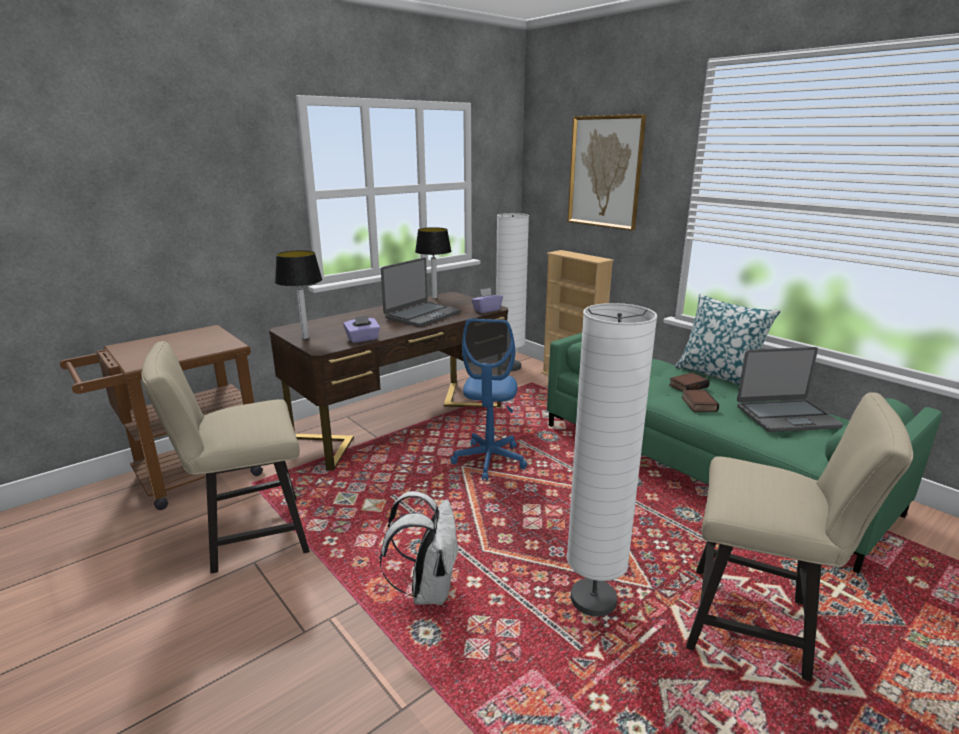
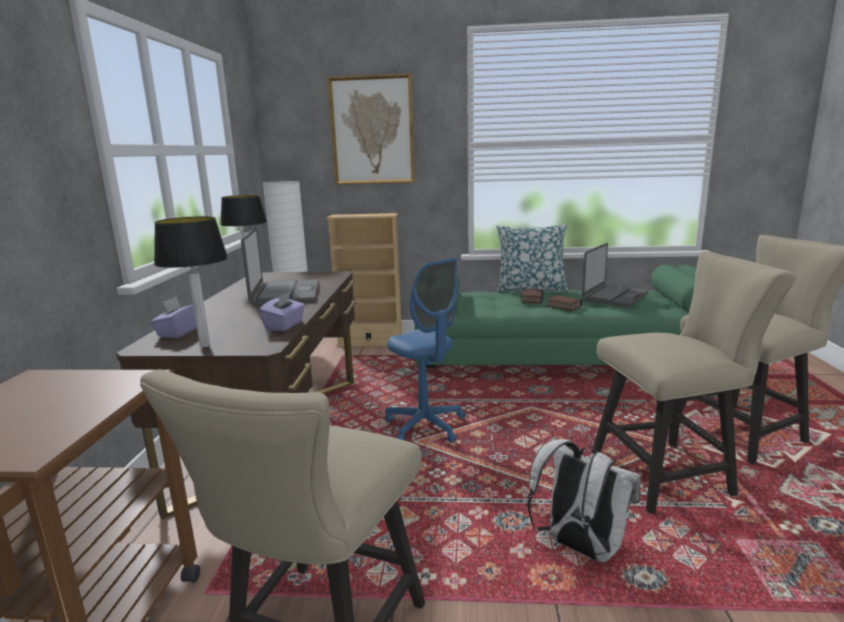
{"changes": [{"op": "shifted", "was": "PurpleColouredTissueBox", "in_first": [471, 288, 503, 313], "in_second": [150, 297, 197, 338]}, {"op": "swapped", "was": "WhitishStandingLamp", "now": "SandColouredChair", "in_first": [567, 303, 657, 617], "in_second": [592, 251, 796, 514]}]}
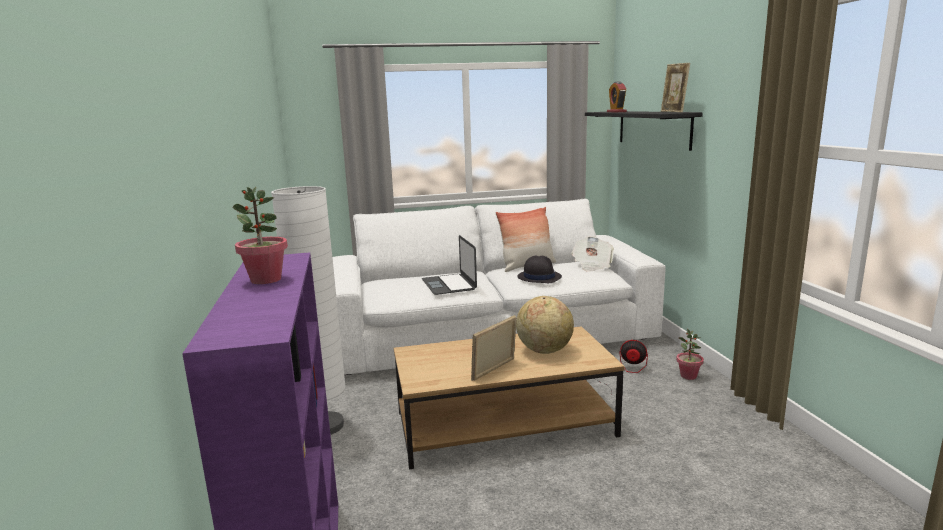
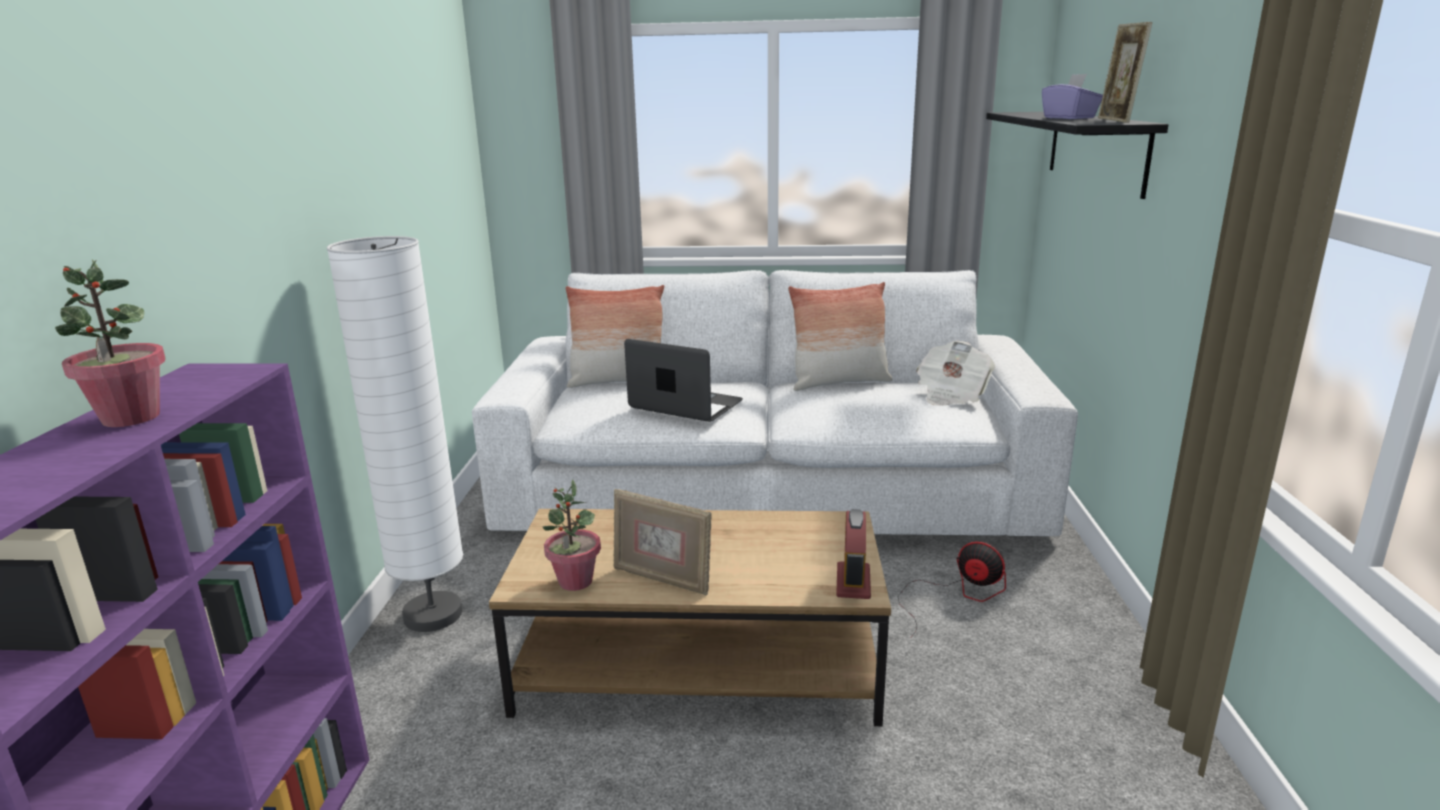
{"changes": [{"op": "shifted", "was": "BedsideClock", "in_first": [607, 81, 627, 112], "in_second": [836, 509, 871, 599]}, {"op": "rotated", "was": "PortableComputer", "in_first": [422, 235, 477, 295], "in_second": [624, 339, 743, 422], "clockwise": 120}, {"op": "gone", "was": "BlackColouredClothingHat", "in_first": [517, 256, 562, 283]}, {"op": "gone", "was": "WorldGlobe", "in_first": [516, 296, 574, 354]}, {"op": "rotated", "was": "StandingFrame", "in_first": [471, 315, 517, 381], "in_second": [613, 489, 712, 595], "clockwise": -120}, {"op": "shifted", "was": "PottedPlant", "in_first": [676, 329, 704, 380], "in_second": [543, 480, 601, 591]}, {"op": "new", "now": "PurpleColouredTissueBox", "in_second": [1042, 74, 1103, 119]}, {"op": "new", "now": "Cushion", "in_second": [565, 285, 664, 388]}]}
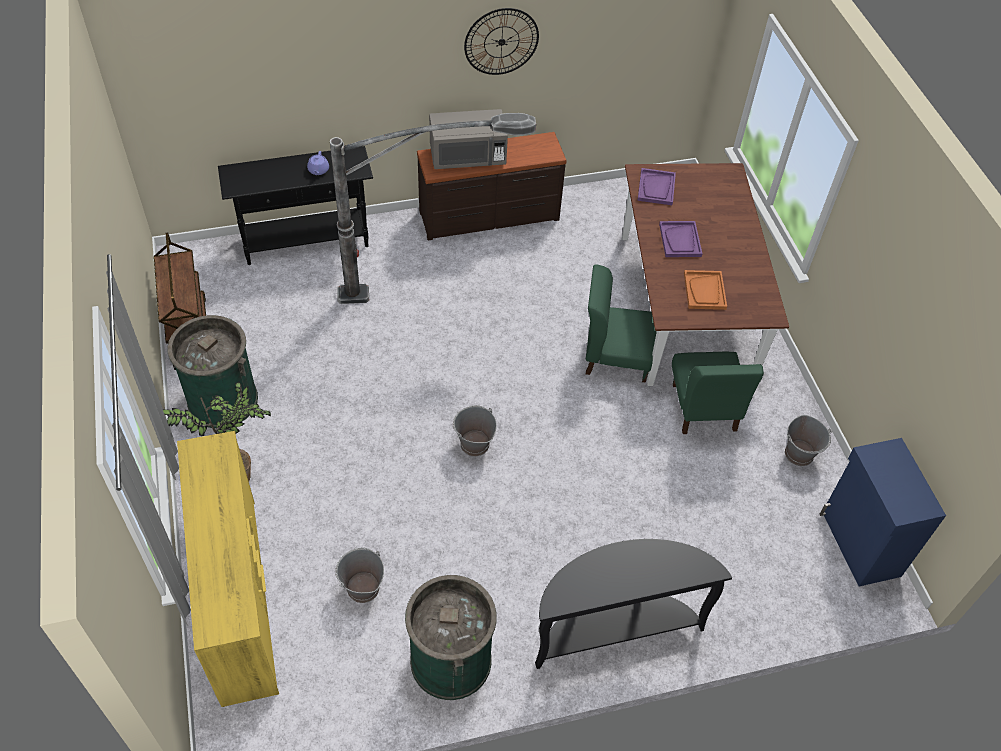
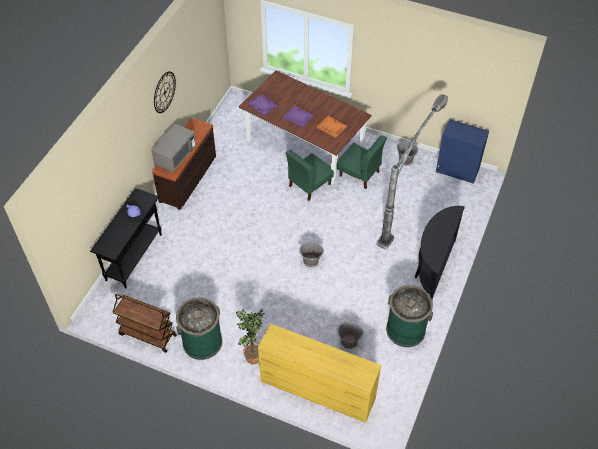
{"changes": [{"op": "shifted", "was": "StandingLamp", "in_first": [330, 113, 536, 304], "in_second": [377, 94, 448, 249]}]}
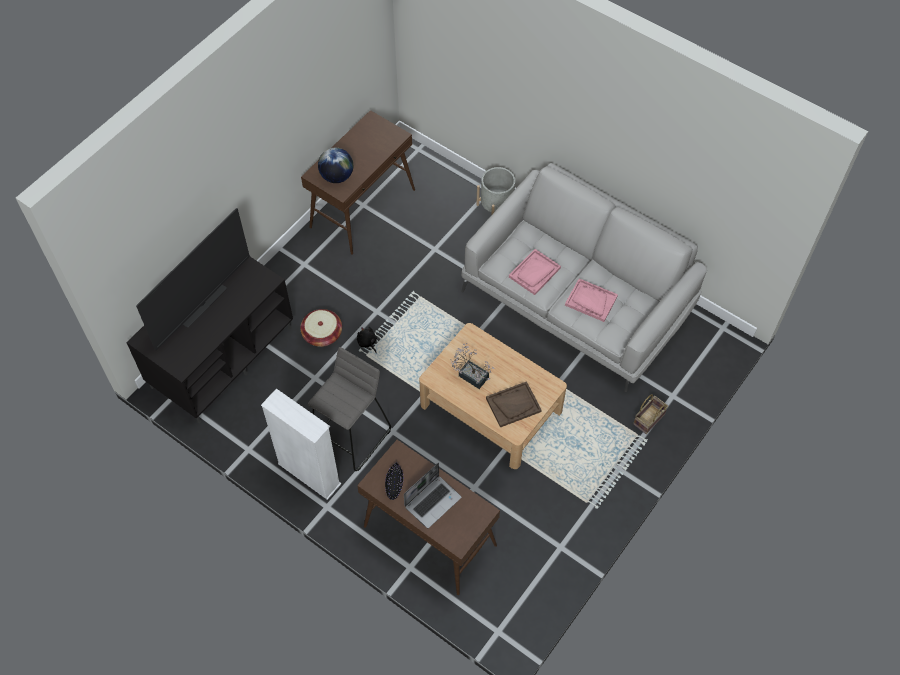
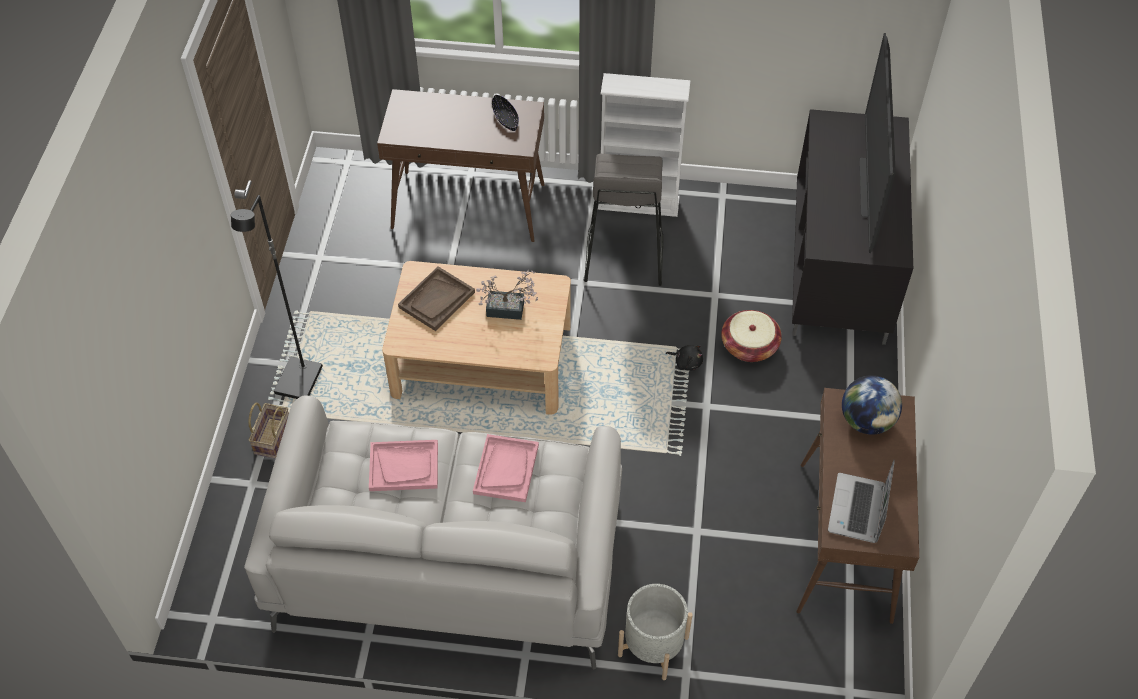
{"changes": [{"op": "shifted", "was": "PortableComputer", "in_first": [404, 463, 461, 528], "in_second": [828, 460, 895, 543]}, {"op": "new", "now": "BlackColouredStandingLamp", "in_second": [231, 195, 323, 399]}]}
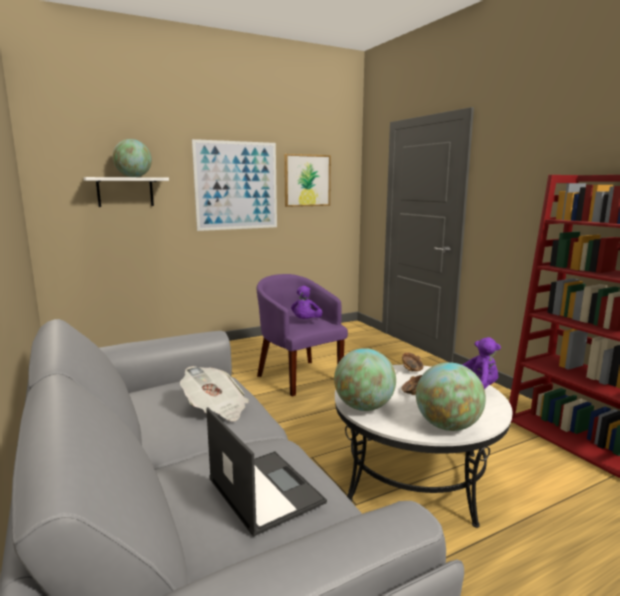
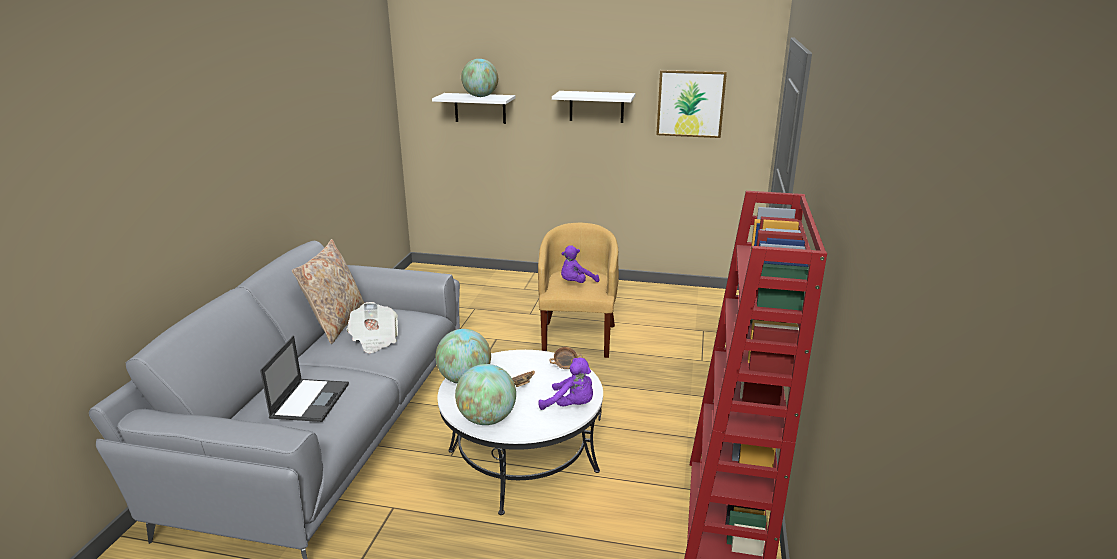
{"changes": [{"op": "swapped", "was": "Picture", "now": "WhitishShelf", "in_first": [192, 139, 277, 231], "in_second": [552, 91, 635, 123]}, {"op": "repainted", "was": "PurpleColouredLoungeChair", "now": "YellowLoungeChair", "in_first": [257, 274, 348, 397], "in_second": [538, 223, 619, 358]}, {"op": "new", "now": "SandColouredCushion", "in_second": [292, 239, 364, 344]}]}
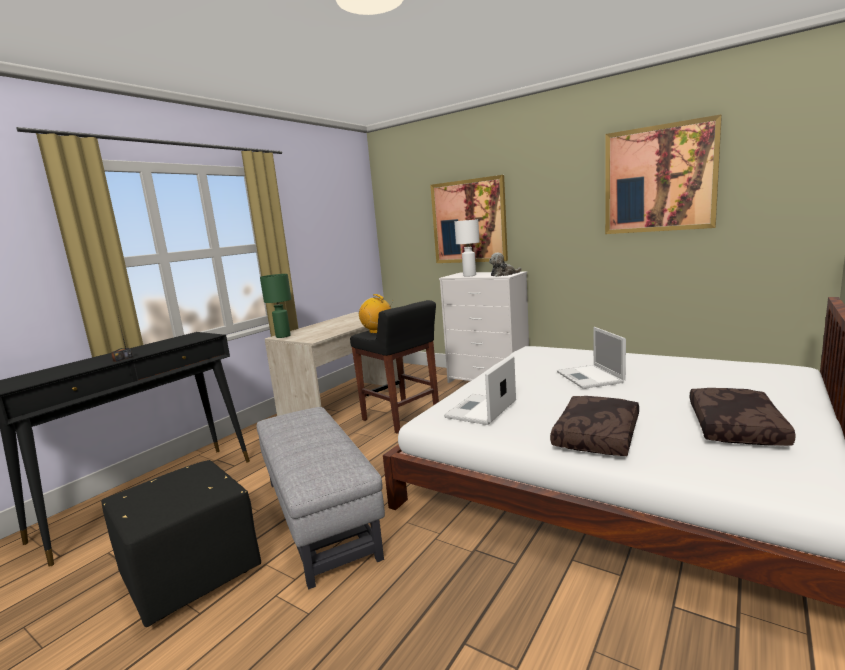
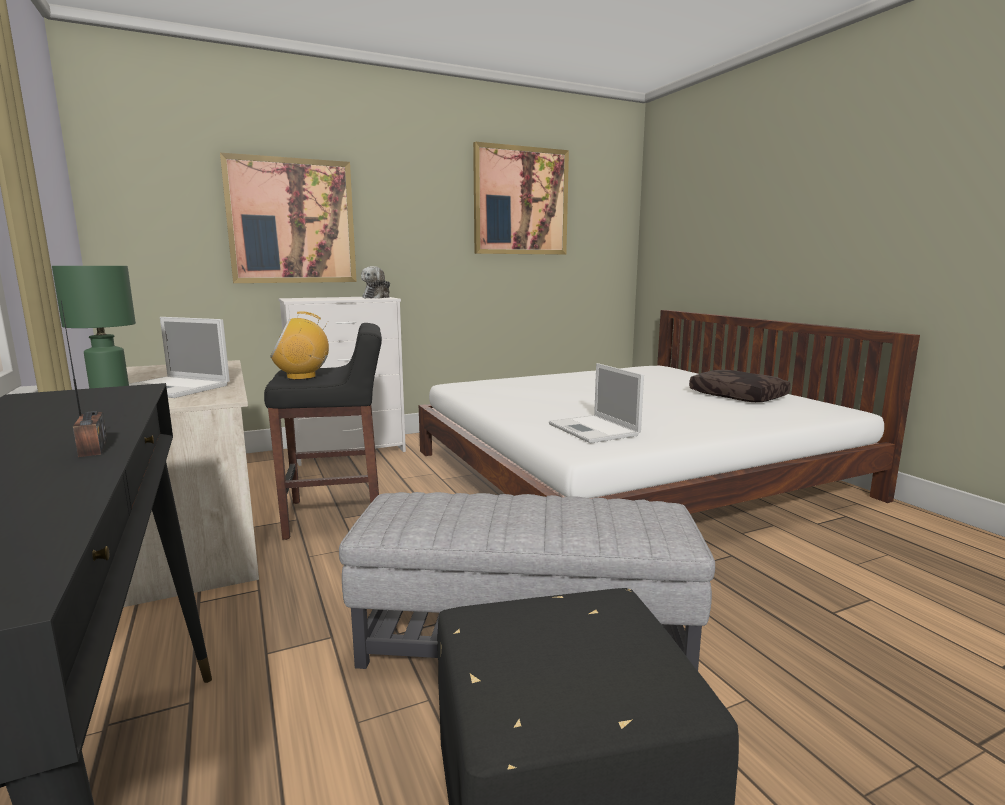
{"changes": [{"op": "gone", "was": "WhitishTabletopLamp", "in_first": [454, 219, 480, 277]}, {"op": "shifted", "was": "PortableComputer", "in_first": [557, 327, 626, 389], "in_second": [129, 317, 230, 398]}, {"op": "gone", "was": "BrownCushion", "in_first": [550, 396, 639, 456]}]}
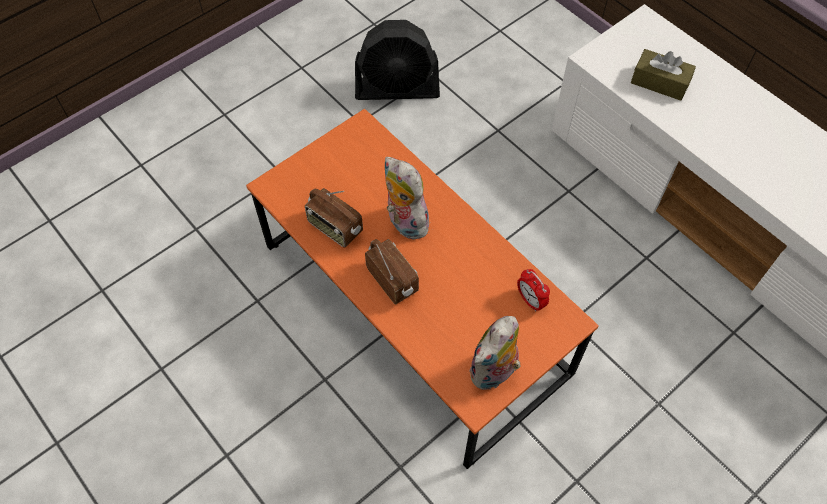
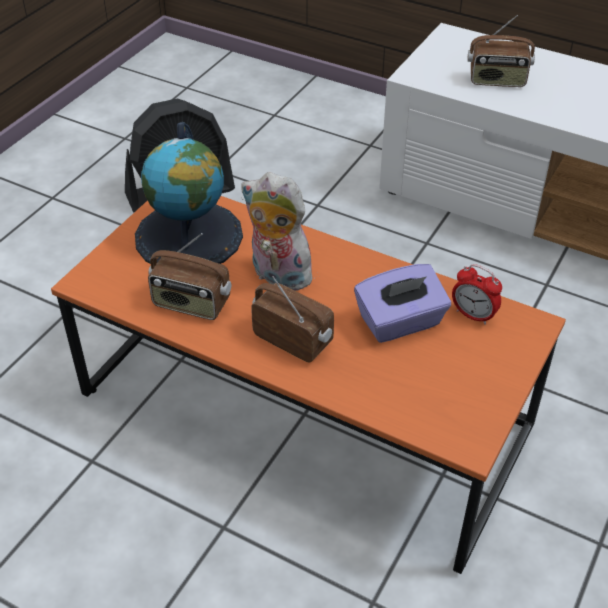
{"changes": [{"op": "swapped", "was": "BrownTissueBox", "now": "Radio", "in_first": [631, 49, 696, 101], "in_second": [467, 15, 535, 87]}, {"op": "gone", "was": "CuddlyToy", "in_first": [469, 316, 521, 391]}, {"op": "new", "now": "WorldGlobe", "in_second": [135, 122, 243, 264]}, {"op": "new", "now": "PurpleColouredTissueBox", "in_second": [354, 264, 451, 343]}]}
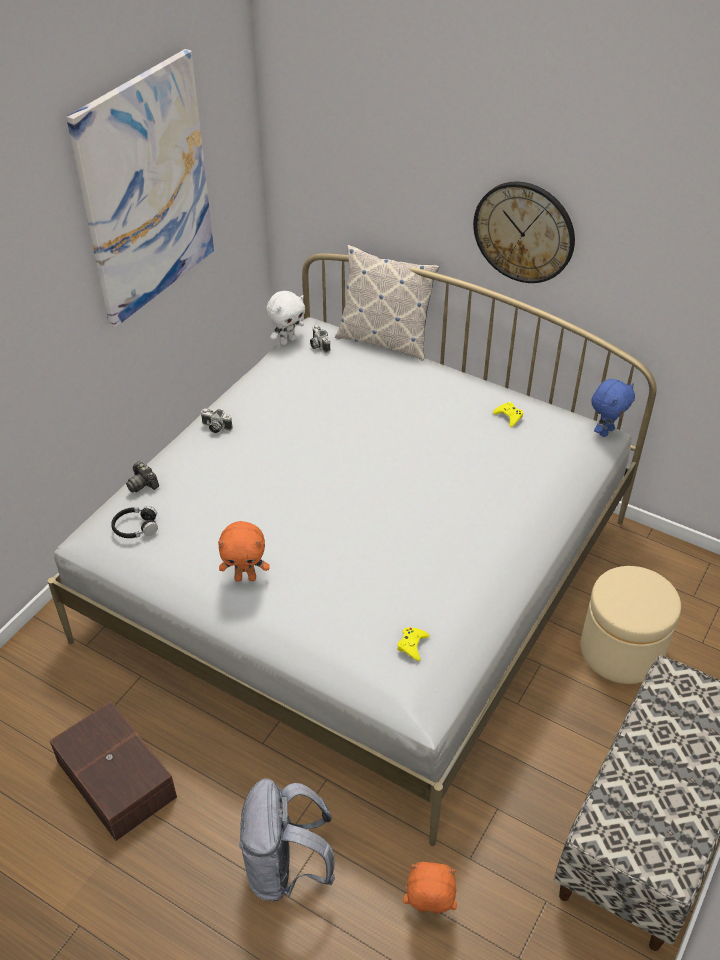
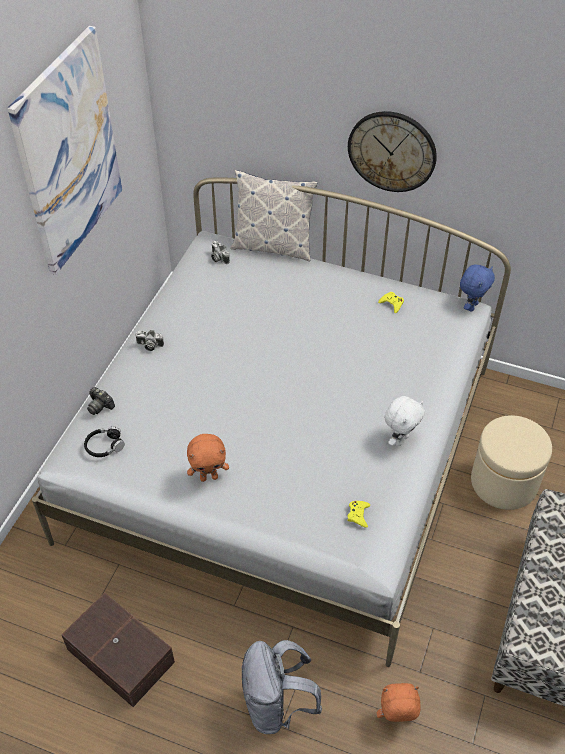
{"changes": [{"op": "shifted", "was": "WhitishCuddlyToy", "in_first": [266, 291, 305, 345], "in_second": [384, 396, 425, 446]}]}
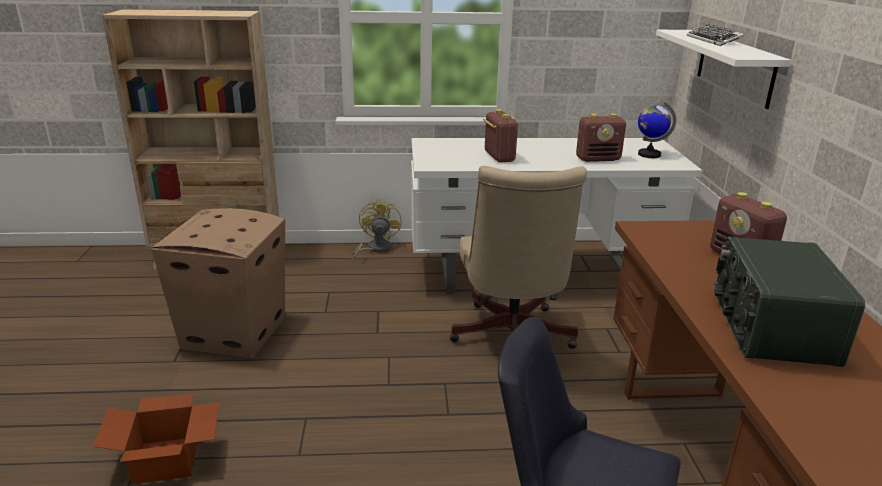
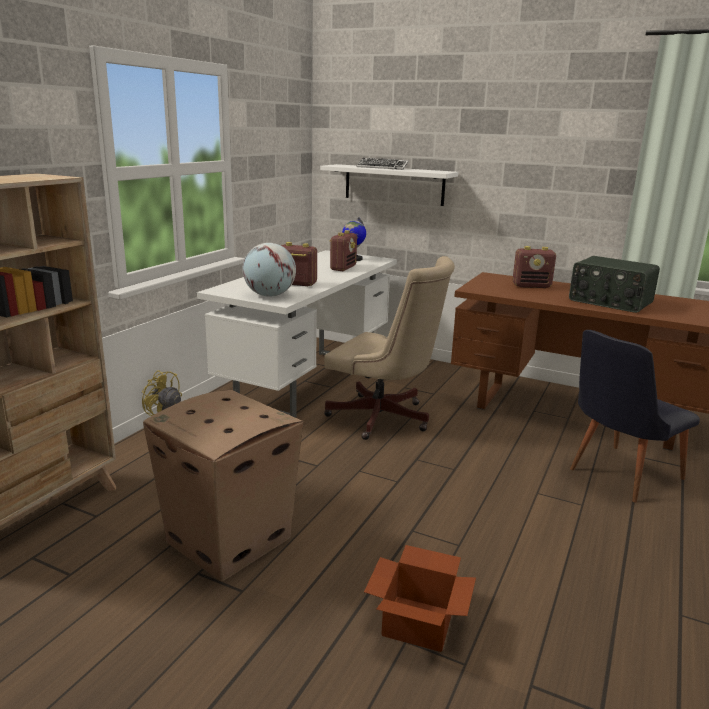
{"changes": [{"op": "new", "now": "WorldGlobe", "in_second": [243, 243, 296, 297]}]}
